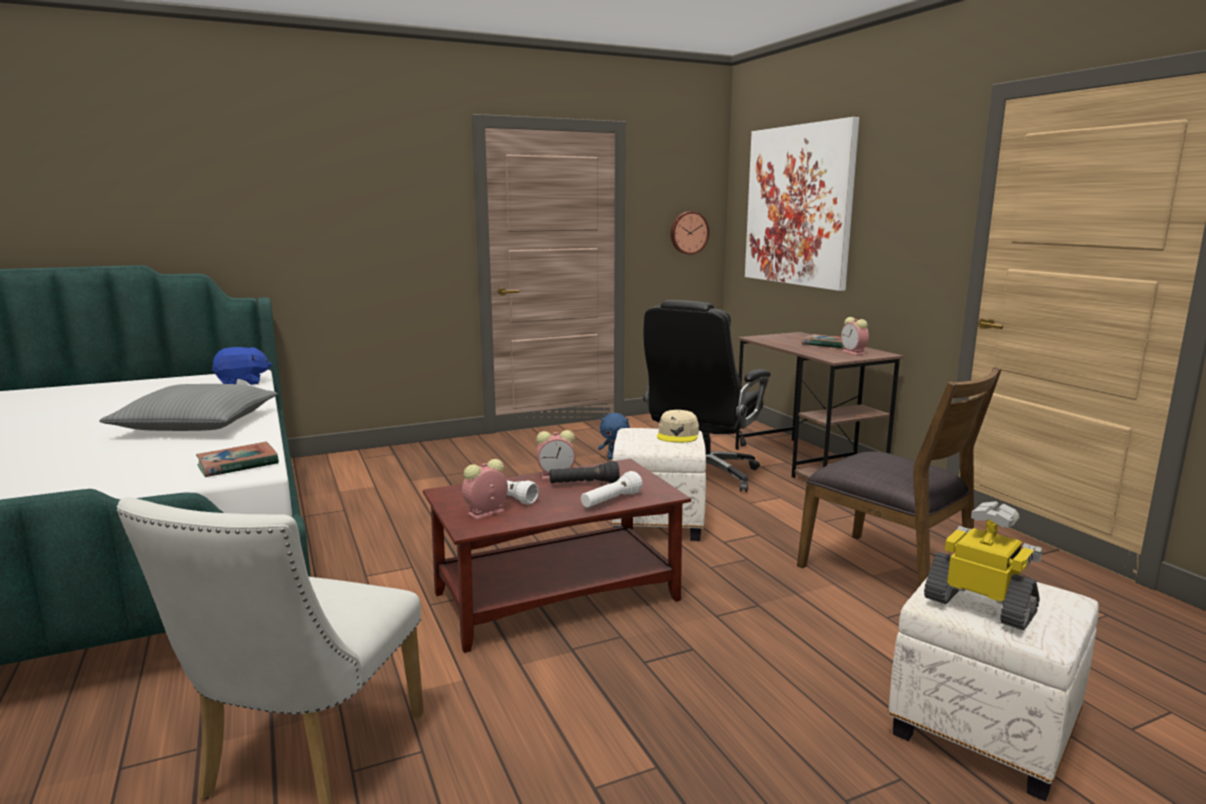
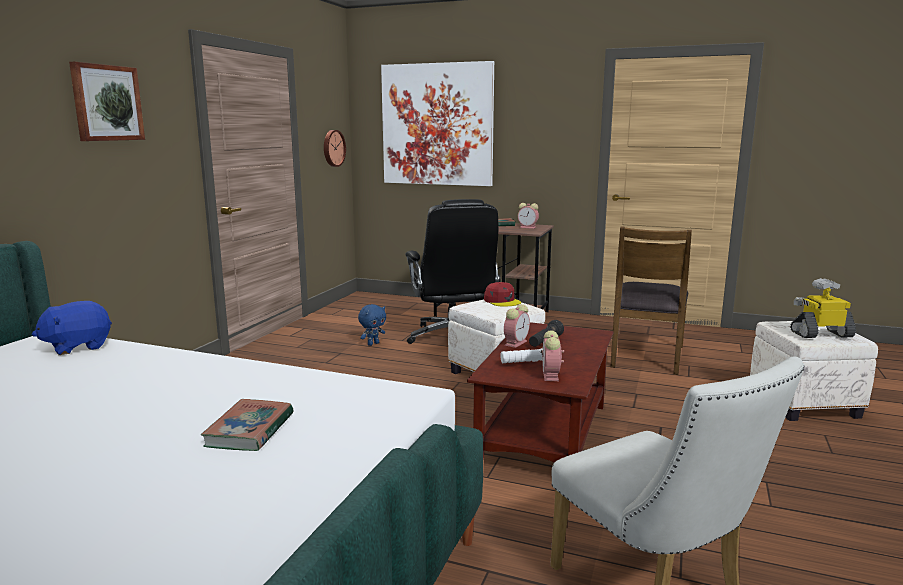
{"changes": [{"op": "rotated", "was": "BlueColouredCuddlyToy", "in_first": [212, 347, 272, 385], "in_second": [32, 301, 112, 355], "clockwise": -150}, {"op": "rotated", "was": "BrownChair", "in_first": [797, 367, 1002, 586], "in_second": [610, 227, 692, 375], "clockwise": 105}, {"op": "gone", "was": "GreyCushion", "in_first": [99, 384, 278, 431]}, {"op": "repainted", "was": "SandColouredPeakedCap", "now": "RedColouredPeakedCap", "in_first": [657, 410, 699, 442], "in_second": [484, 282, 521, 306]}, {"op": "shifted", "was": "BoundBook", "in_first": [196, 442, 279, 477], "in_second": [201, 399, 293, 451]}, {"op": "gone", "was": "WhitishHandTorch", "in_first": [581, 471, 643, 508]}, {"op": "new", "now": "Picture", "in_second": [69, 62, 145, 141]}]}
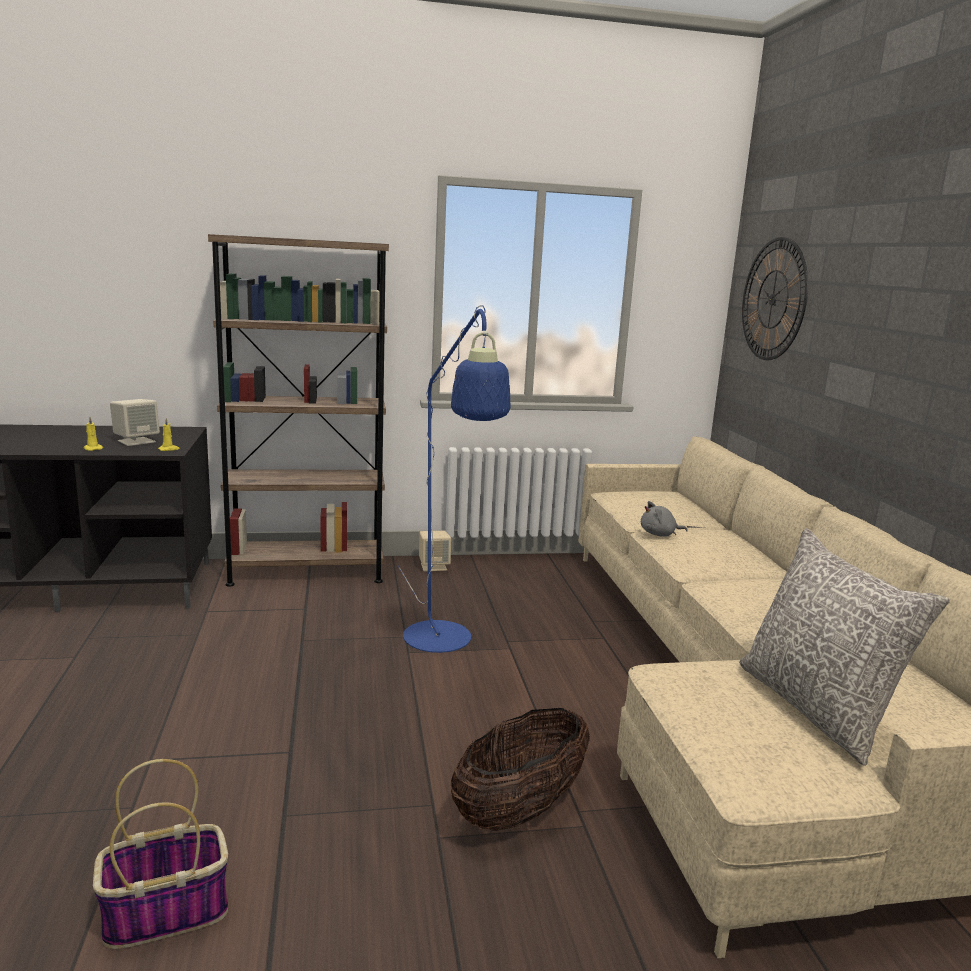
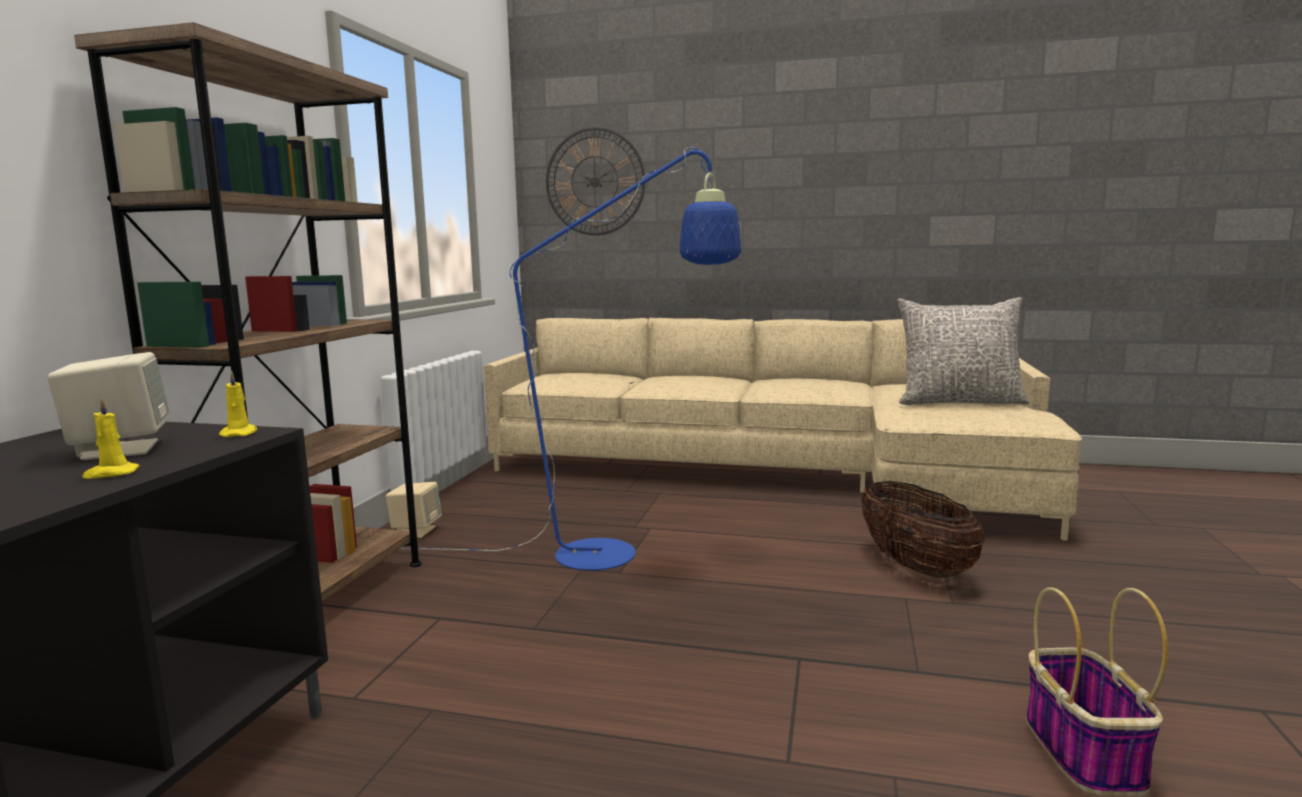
{"changes": [{"op": "gone", "was": "GreyCuddlyToy", "in_first": [641, 501, 688, 536]}]}
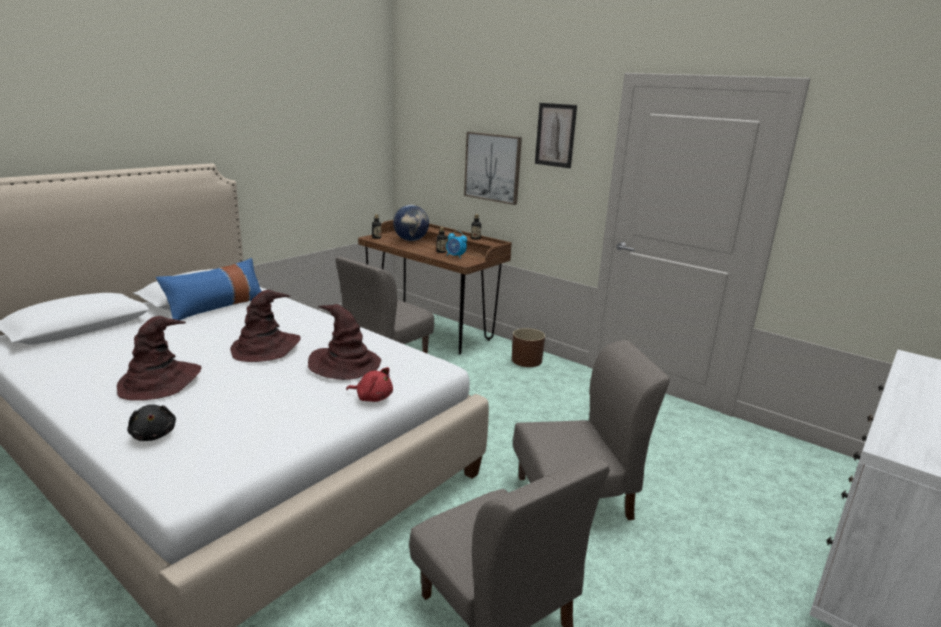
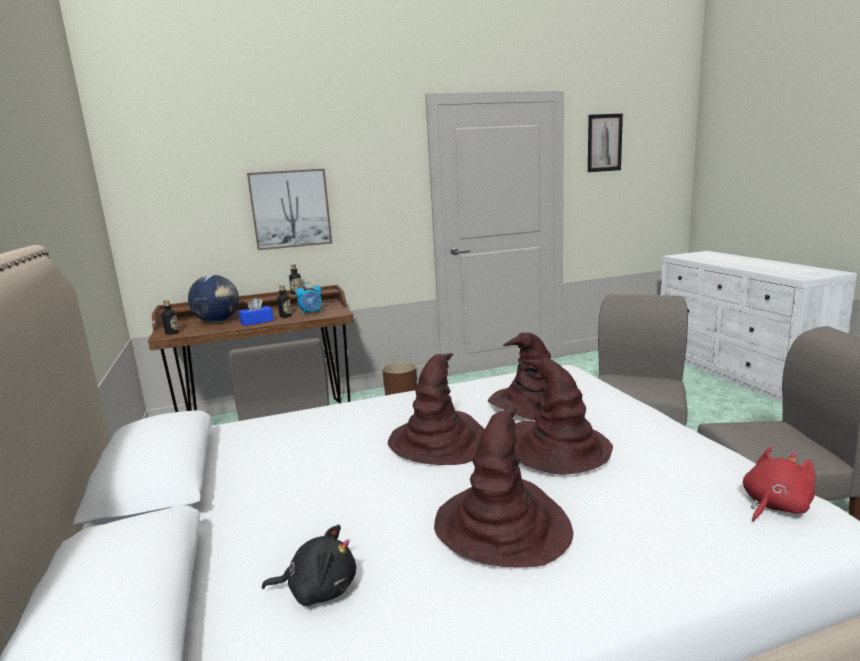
{"changes": [{"op": "shifted", "was": "Picture", "in_first": [535, 103, 577, 168], "in_second": [588, 114, 623, 172]}, {"op": "gone", "was": "BlueColouredCushion", "in_first": [156, 258, 261, 320]}, {"op": "shifted", "was": "RedColouredCuddlyToy", "in_first": [346, 367, 393, 402], "in_second": [743, 447, 816, 522]}, {"op": "shifted", "was": "BlackColouredCuddlyToy", "in_first": [127, 404, 176, 441], "in_second": [262, 525, 356, 606]}, {"op": "new", "now": "BlueColouredTissueBox", "in_second": [239, 297, 274, 326]}, {"op": "new", "now": "BrownClothingHat", "in_second": [515, 358, 613, 475]}]}
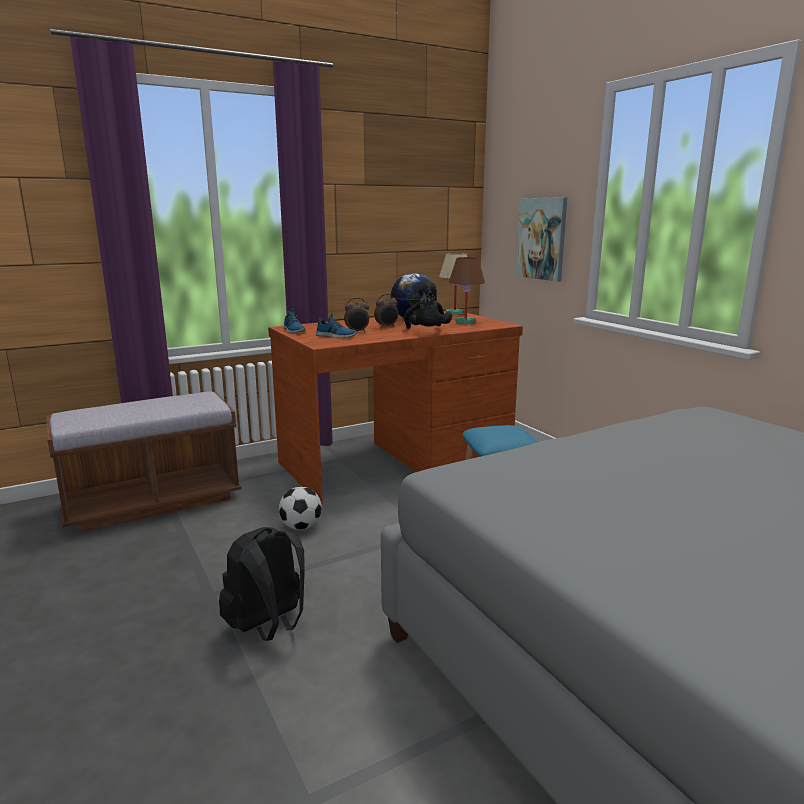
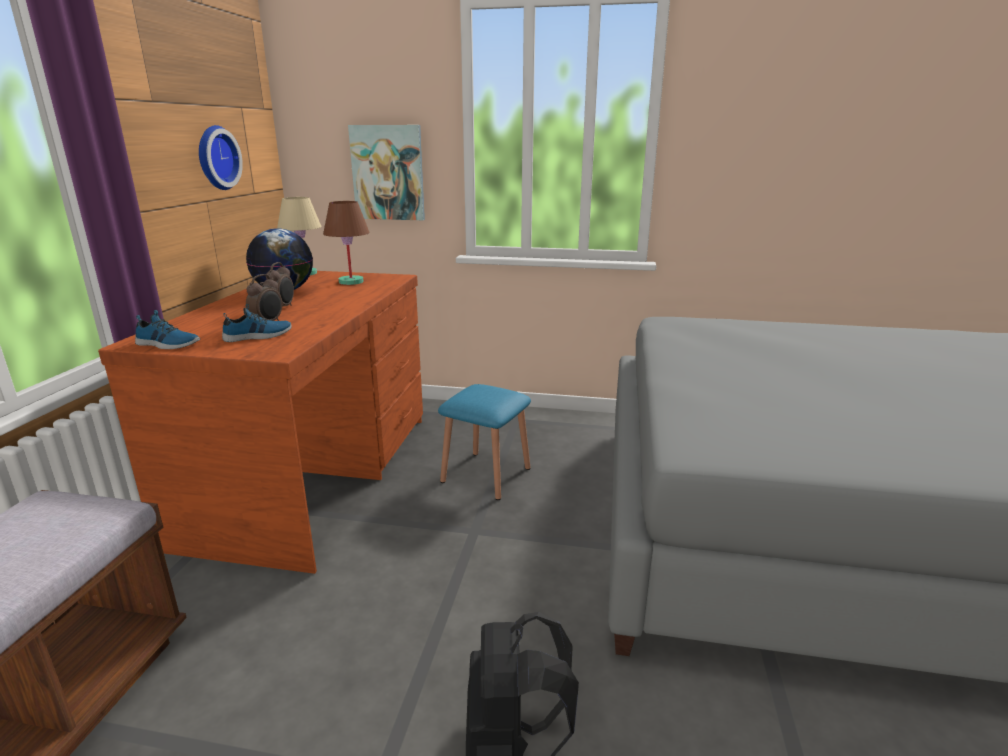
{"changes": [{"op": "gone", "was": "BlackColouredCuddlyToy", "in_first": [404, 281, 452, 329]}, {"op": "gone", "was": "Football", "in_first": [279, 487, 322, 530]}, {"op": "new", "now": "ClockOnTheWall", "in_second": [199, 125, 243, 190]}]}
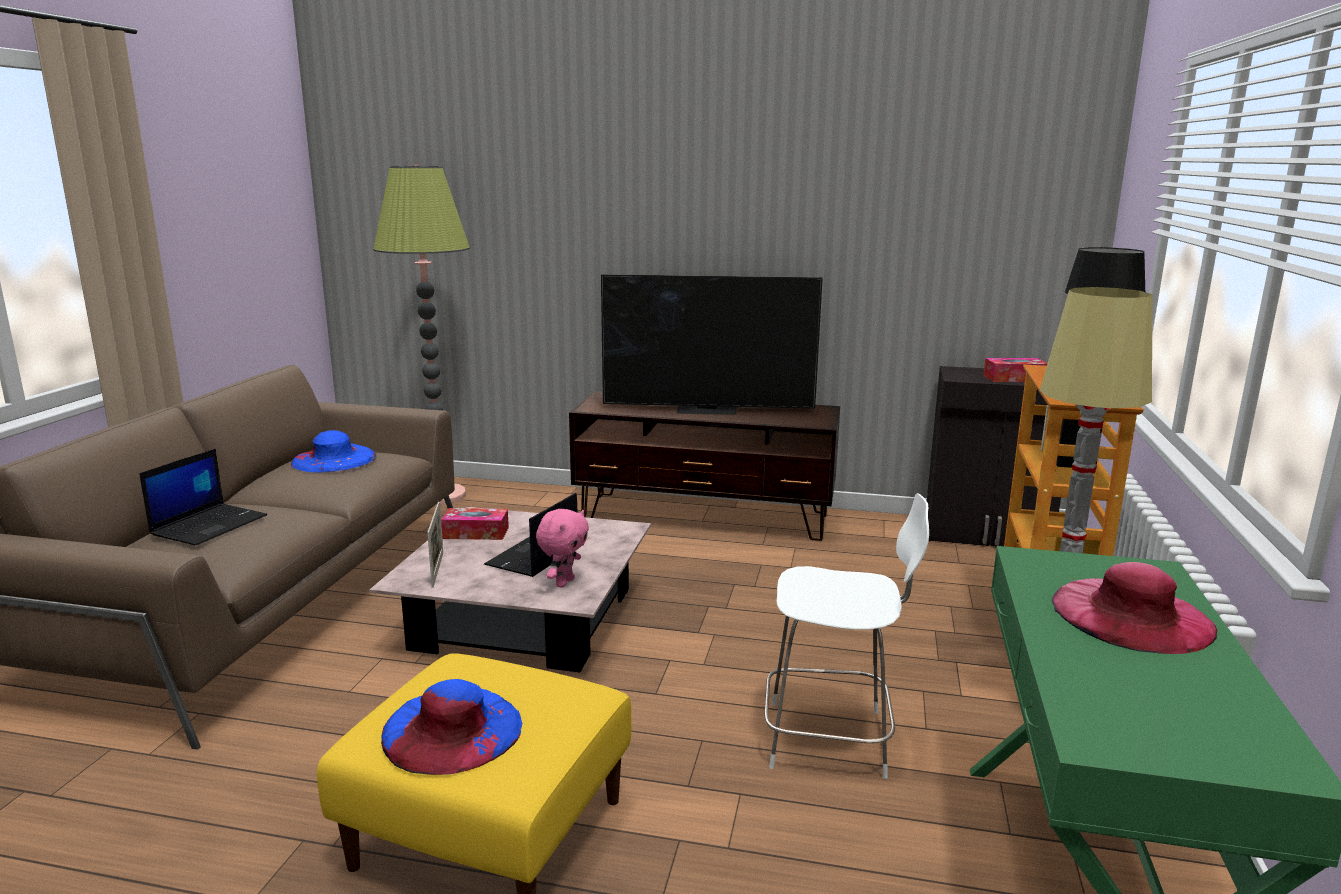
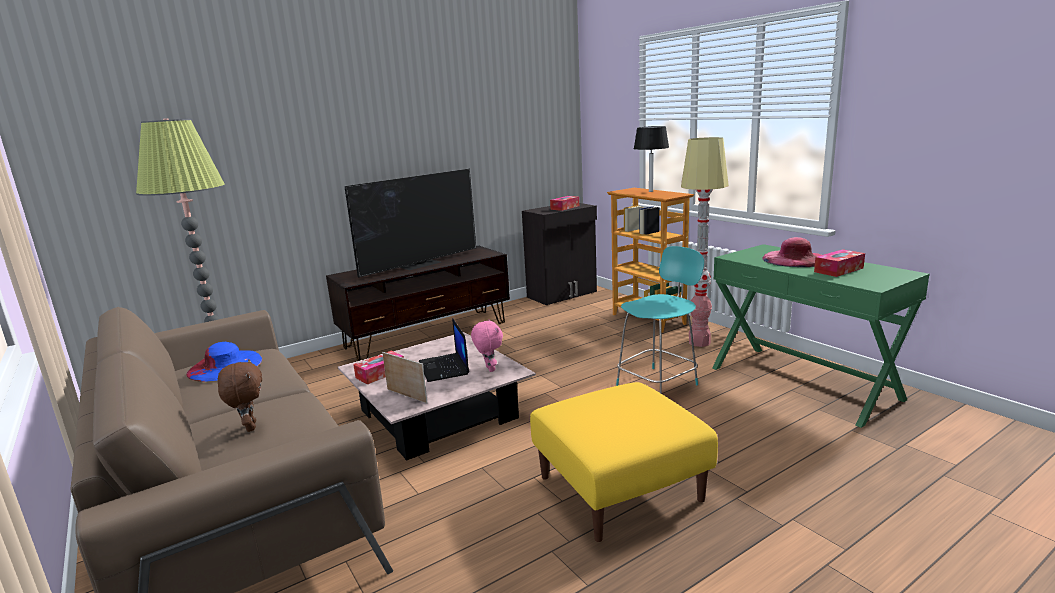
{"changes": [{"op": "swapped", "was": "PortableComputer", "now": "BrownCuddlyToy", "in_first": [140, 449, 267, 546], "in_second": [218, 359, 262, 432]}, {"op": "repainted", "was": "WhitishStoolSeat", "now": "TurquoiseColouredStoolSeat", "in_first": [764, 493, 929, 779], "in_second": [616, 246, 704, 394]}, {"op": "gone", "was": "BlueColouredClothingHat", "in_first": [381, 679, 522, 775]}, {"op": "new", "now": "TissueBox", "in_second": [814, 249, 865, 277]}]}
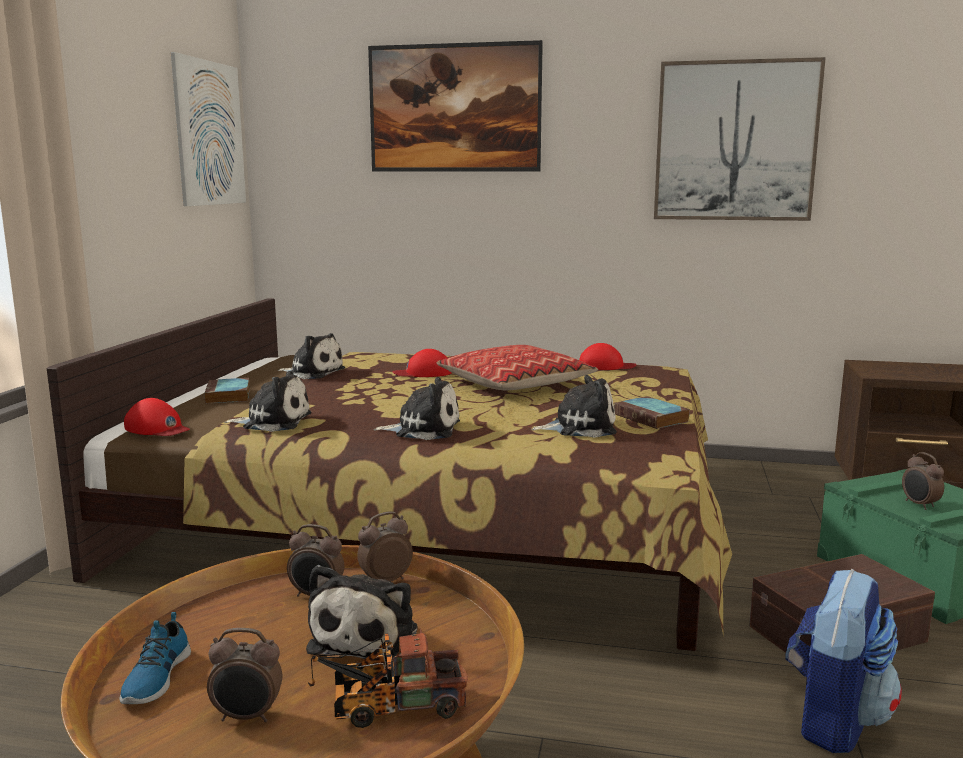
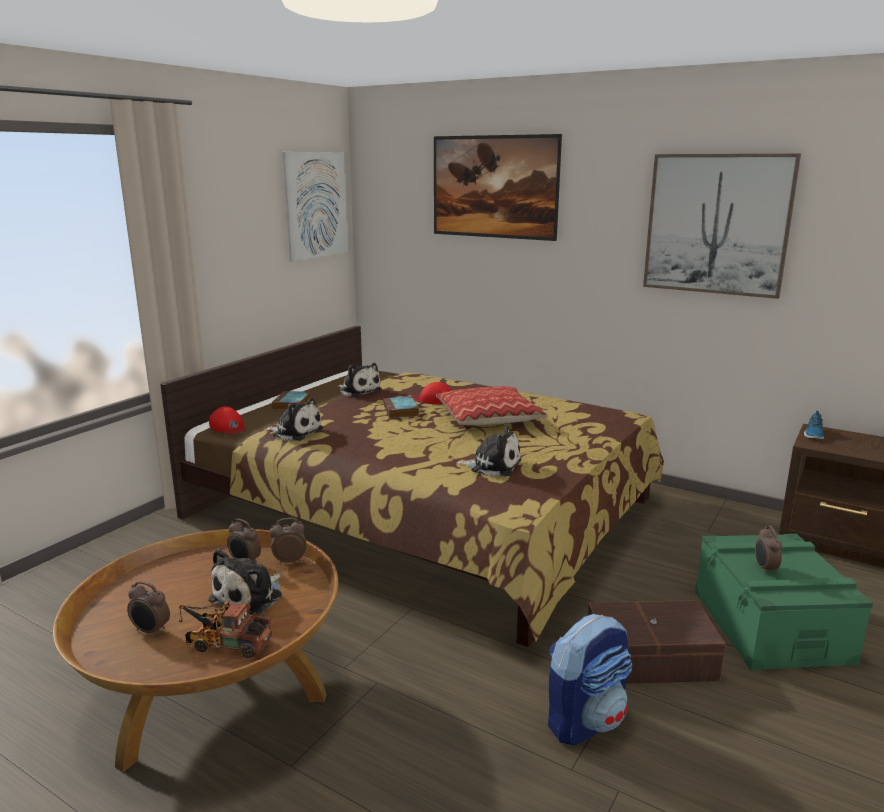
{"changes": [{"op": "gone", "was": "RedColouredPeakedCap", "in_first": [579, 343, 637, 370]}, {"op": "gone", "was": "CuddlyToy", "in_first": [374, 377, 460, 440]}, {"op": "shifted", "was": "BoundBook", "in_first": [614, 396, 690, 429], "in_second": [383, 396, 419, 418]}, {"op": "shifted", "was": "ItemOfFootwear", "in_first": [119, 612, 191, 704], "in_second": [804, 411, 824, 439]}]}
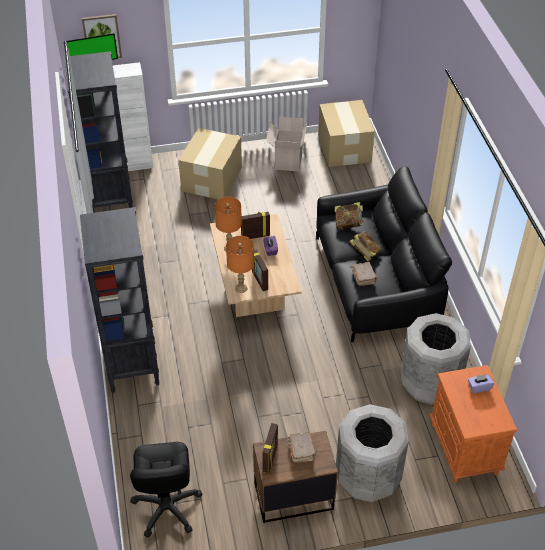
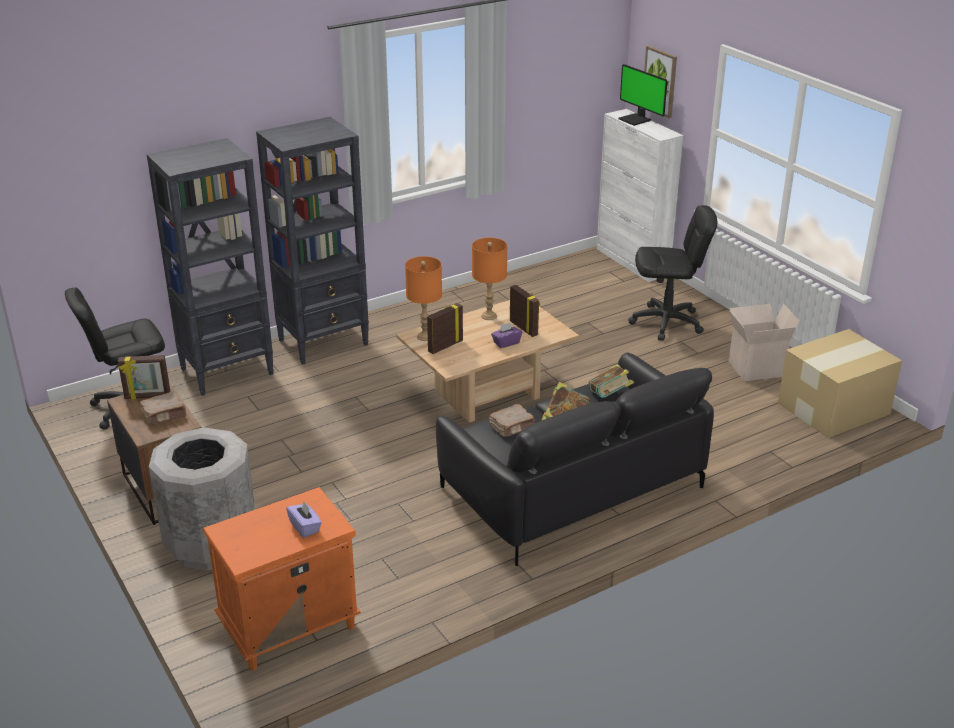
{"changes": [{"op": "shifted", "was": "BlackColouredShelvingUnit", "in_first": [64, 51, 133, 213], "in_second": [146, 138, 274, 396]}, {"op": "swapped", "was": "CardboardBox", "now": "BlackColouredOfficeChair", "in_first": [178, 128, 242, 199], "in_second": [628, 205, 717, 341]}, {"op": "gone", "was": "GreyTrashCan", "in_first": [401, 313, 471, 405]}]}
